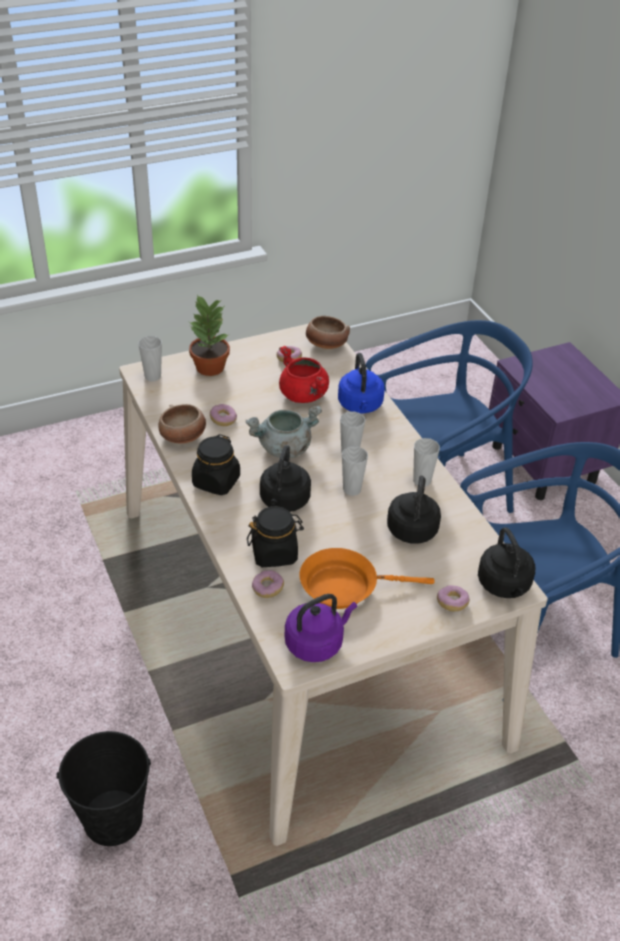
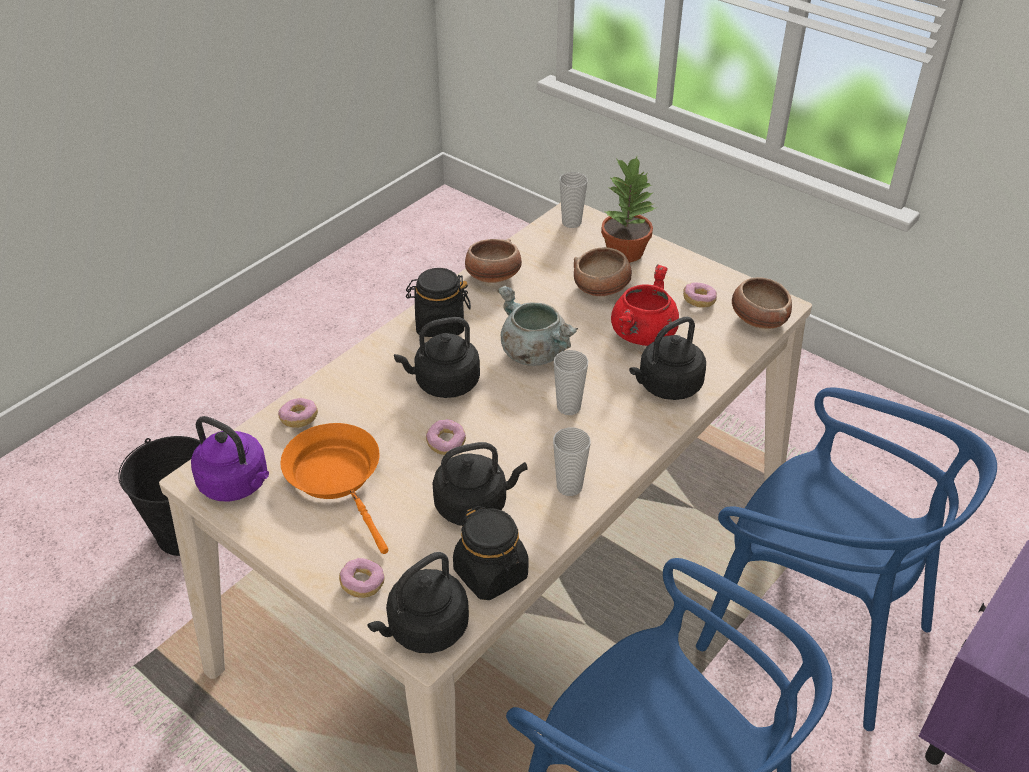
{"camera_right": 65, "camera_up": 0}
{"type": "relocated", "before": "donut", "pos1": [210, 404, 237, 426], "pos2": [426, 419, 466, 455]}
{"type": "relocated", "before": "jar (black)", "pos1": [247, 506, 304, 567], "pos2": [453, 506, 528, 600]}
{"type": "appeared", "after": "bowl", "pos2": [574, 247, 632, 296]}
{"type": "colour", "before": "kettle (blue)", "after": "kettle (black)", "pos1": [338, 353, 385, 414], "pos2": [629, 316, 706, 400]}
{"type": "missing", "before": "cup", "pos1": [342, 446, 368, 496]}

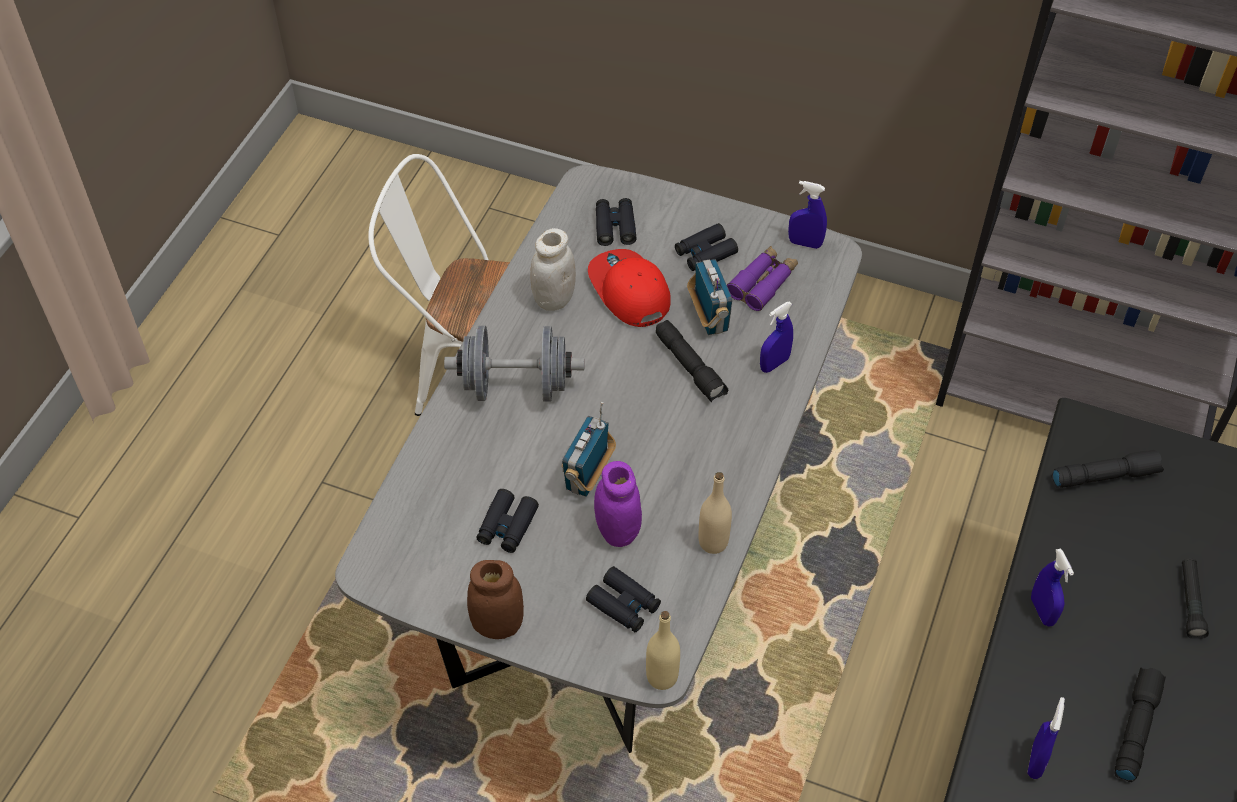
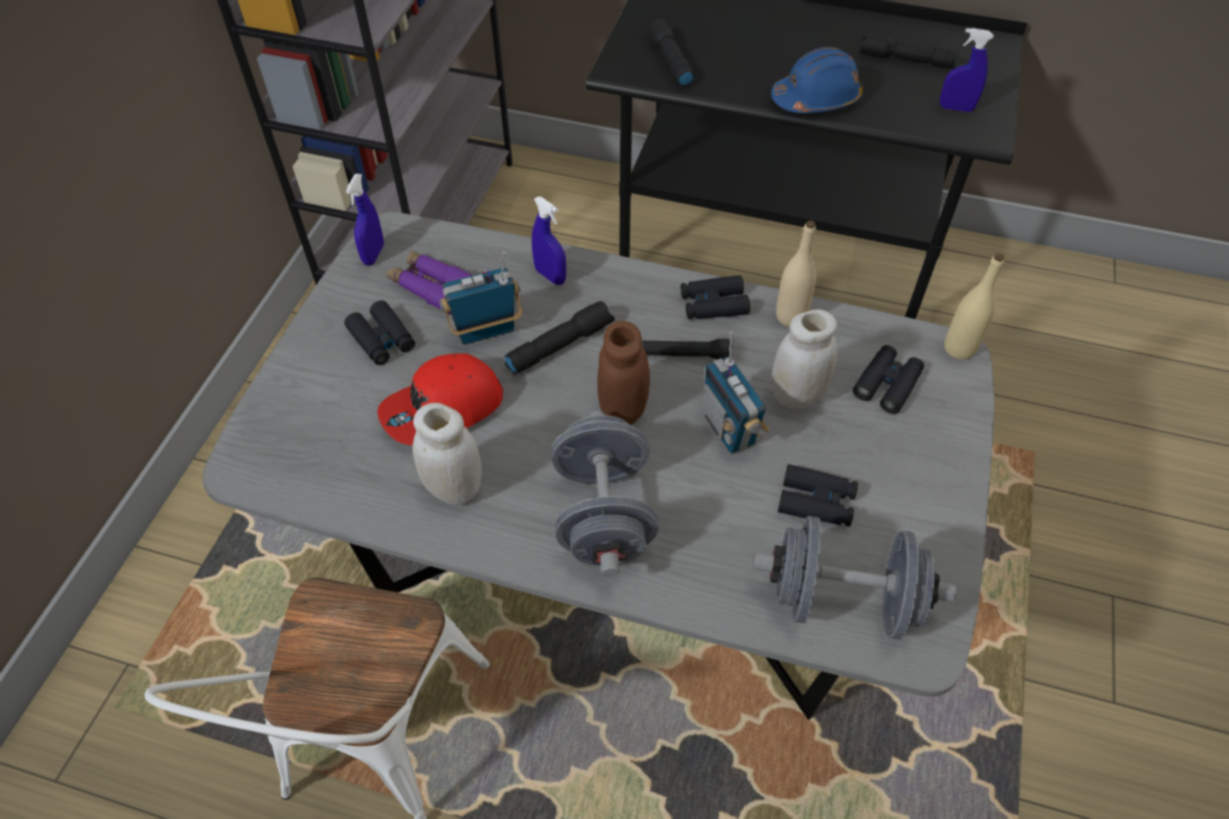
{"camera_right": -95, "camera_up": 0}
{"type": "relocated", "before": "jar (brown)", "pos1": [467, 560, 524, 639], "pos2": [597, 321, 650, 425]}
{"type": "relocated", "before": "flashlight (black)", "pos1": [1182, 558, 1209, 639], "pos2": [642, 339, 730, 360]}
{"type": "relocated", "before": "binoculars (black)", "pos1": [596, 198, 637, 246], "pos2": [681, 275, 750, 319]}
{"type": "spun", "before": "radio", "pos1": [561, 402, 616, 497], "pos2": [703, 332, 770, 454], "turn": 45}
{"type": "appeared", "after": "dumbbell (grey)", "pos2": [753, 516, 956, 640]}
{"type": "exchanged", "before": "spray bottle (blue)", "after": "hard hat (blue)", "pos1": [1031, 548, 1074, 627], "pos2": [771, 47, 863, 113]}
{"type": "colour", "before": "jar (purple)", "after": "jar (white)", "pos1": [594, 461, 642, 547], "pos2": [771, 309, 837, 409]}

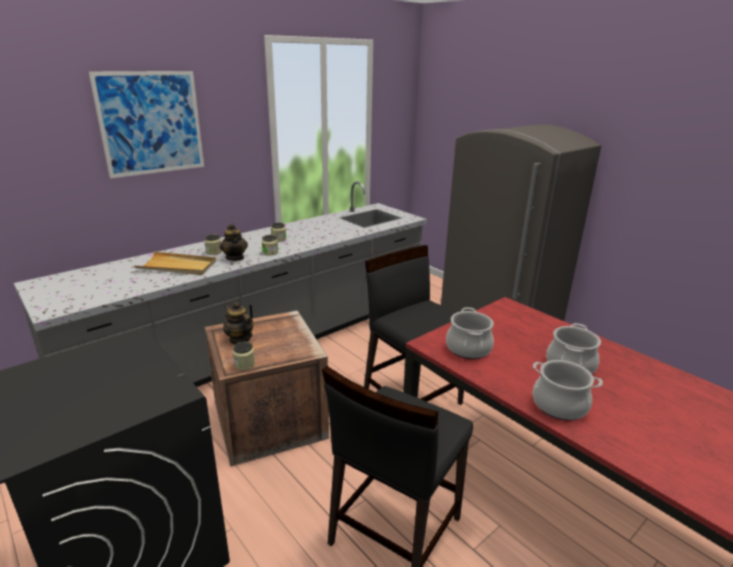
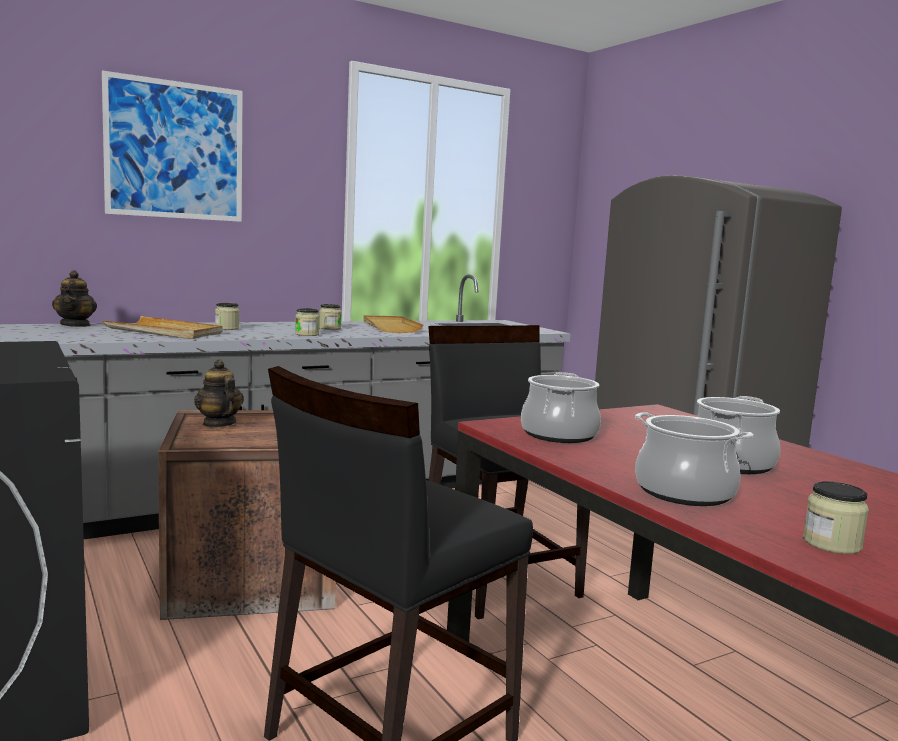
{"camera_right": 10, "camera_up": -15}
{"type": "relocated", "before": "teapot", "pos1": [220, 224, 248, 261], "pos2": [52, 270, 97, 327]}
{"type": "appeared", "after": "tray (beige)", "pos2": [363, 315, 424, 333]}
{"type": "relocated", "before": "jar", "pos1": [233, 342, 255, 370], "pos2": [803, 481, 869, 554]}

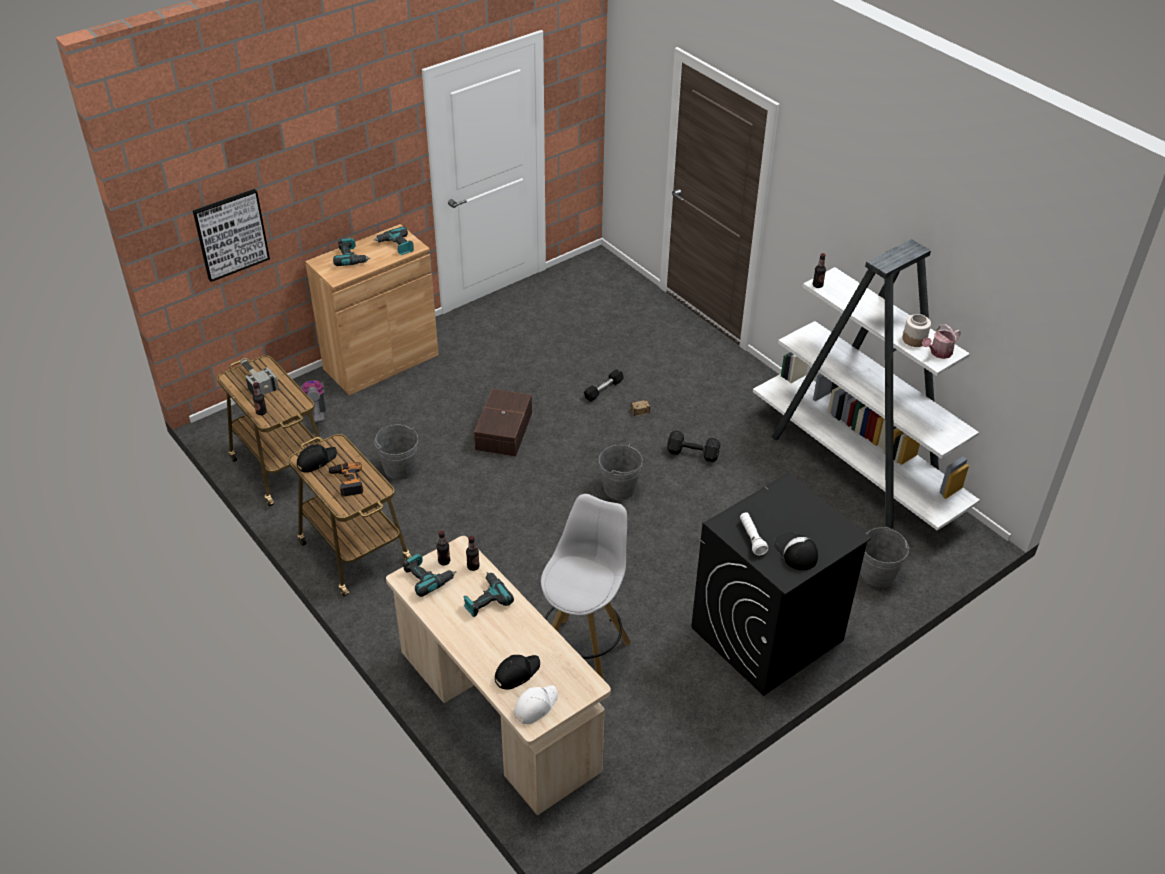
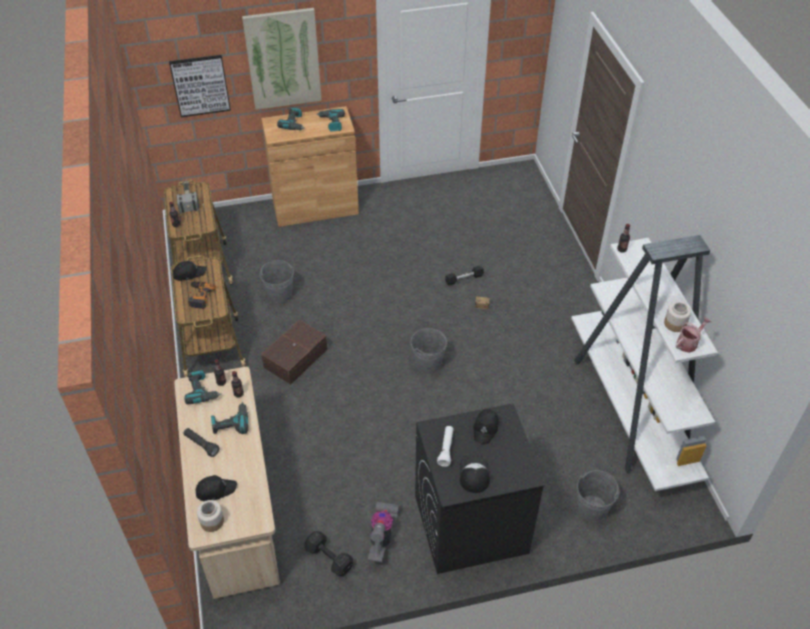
{"camera_right": 25, "camera_up": 5}
{"type": "appeared", "after": "flashlight (black)", "pos2": [183, 428, 220, 457]}
{"type": "exchanged", "before": "cap (white)", "after": "jar", "pos1": [514, 685, 558, 724], "pos2": [197, 500, 224, 532]}
{"type": "appeared", "after": "picture", "pos2": [242, 8, 322, 110]}
{"type": "relocated", "before": "storage box (brown)", "pos1": [474, 389, 532, 457], "pos2": [261, 320, 327, 385]}
{"type": "relocated", "before": "dumbbell (black)", "pos1": [667, 430, 720, 462], "pos2": [304, 531, 354, 576]}
{"type": "relocated", "before": "vacuum cleaner", "pos1": [301, 380, 326, 423], "pos2": [368, 502, 399, 563]}
{"type": "appeared", "after": "cap (black)", "pos2": [473, 409, 498, 444]}
{"type": "spun", "before": "watering can", "pos1": [922, 324, 961, 359], "pos2": [676, 317, 711, 353], "turn": 150}
{"type": "missing", "before": "stool (white)", "pos1": [541, 494, 631, 680]}

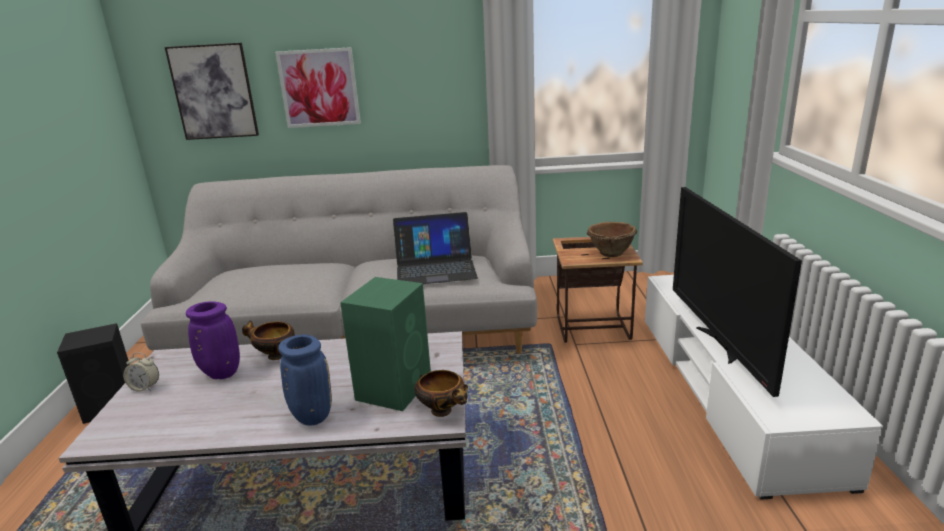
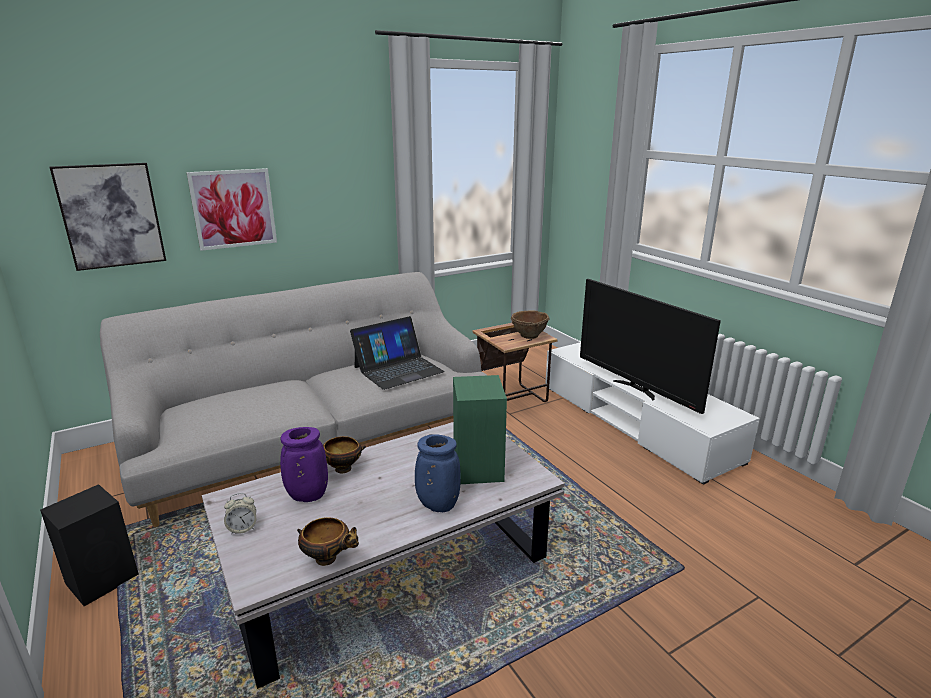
{"camera_right": -30, "camera_up": 0}
{"type": "relocated", "before": "bowl", "pos1": [414, 370, 468, 417], "pos2": [297, 517, 359, 566]}

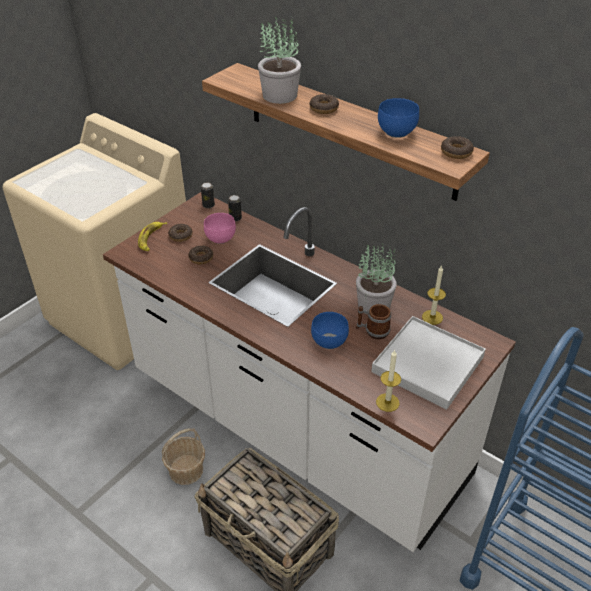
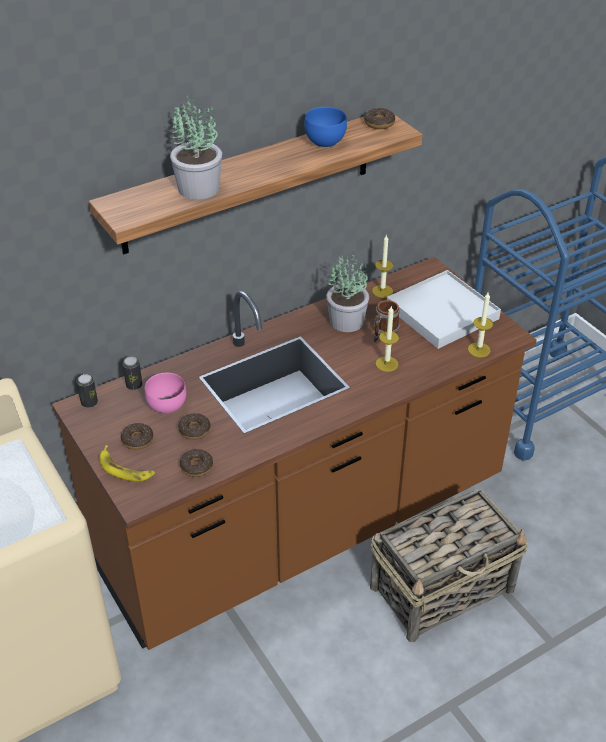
{"camera_right": -70, "camera_up": 0}
{"type": "colour", "before": "counter (white)", "after": "counter (brown)", "pos1": [103, 192, 516, 552], "pos2": [52, 257, 537, 650]}
{"type": "relocated", "before": "donut", "pos1": [310, 94, 339, 114], "pos2": [180, 449, 213, 477]}
{"type": "exchanged", "before": "bowl (blue)", "after": "candle", "pos1": [311, 312, 349, 349], "pos2": [376, 305, 399, 372]}
{"type": "missing", "before": "basket", "pos1": [162, 428, 205, 485]}

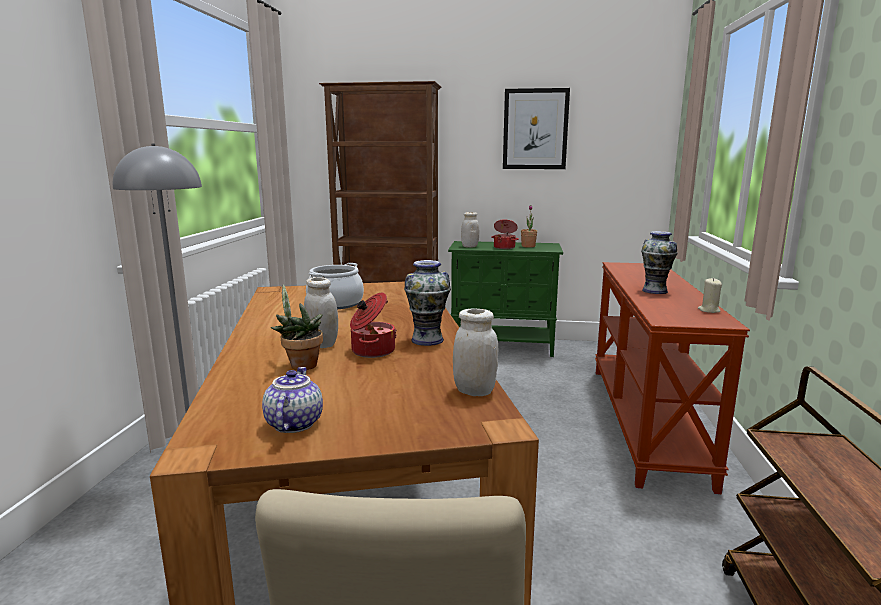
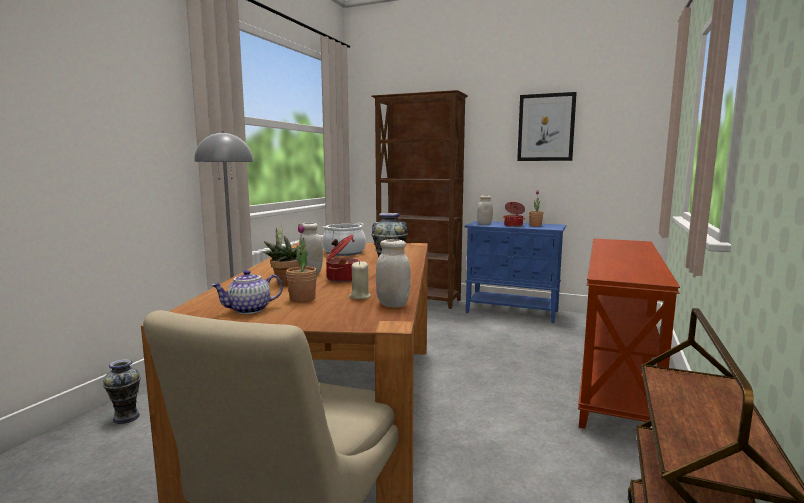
{"camera_right": 15, "camera_up": -5}
{"type": "relocated", "before": "vase", "pos1": [641, 231, 678, 294], "pos2": [103, 359, 141, 424]}
{"type": "spun", "before": "teapot", "pos1": [262, 367, 323, 433], "pos2": [211, 270, 283, 314], "turn": -135}
{"type": "appeared", "after": "potted plant", "pos2": [286, 224, 317, 302]}
{"type": "relocated", "before": "candle (beige)", "pos1": [698, 278, 722, 313], "pos2": [349, 261, 371, 299]}
{"type": "colour", "before": "cabinet (green)", "after": "cabinet (blue)", "pos1": [448, 241, 563, 357], "pos2": [465, 221, 566, 323]}

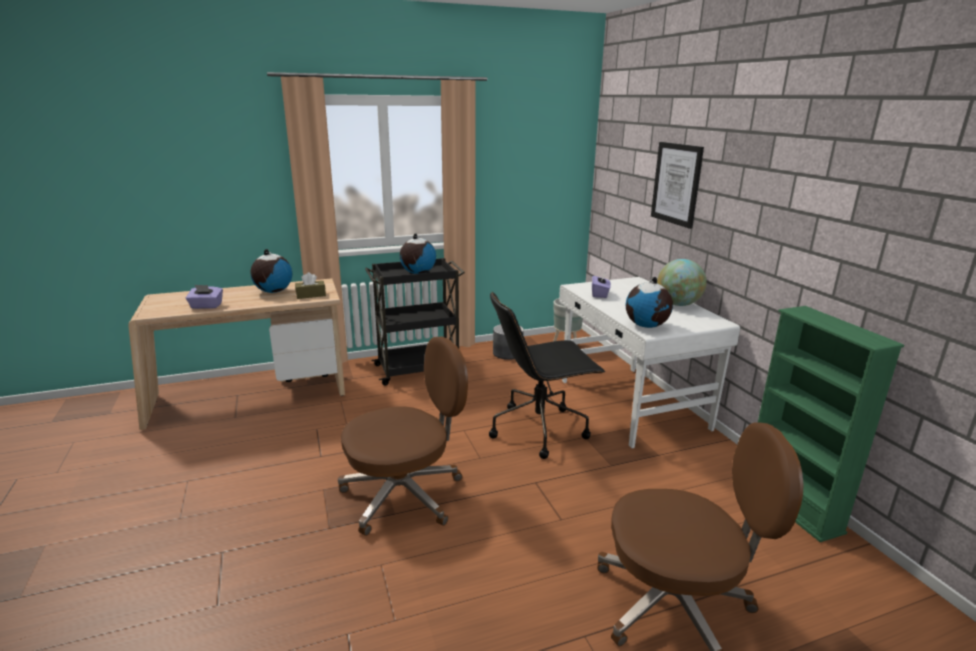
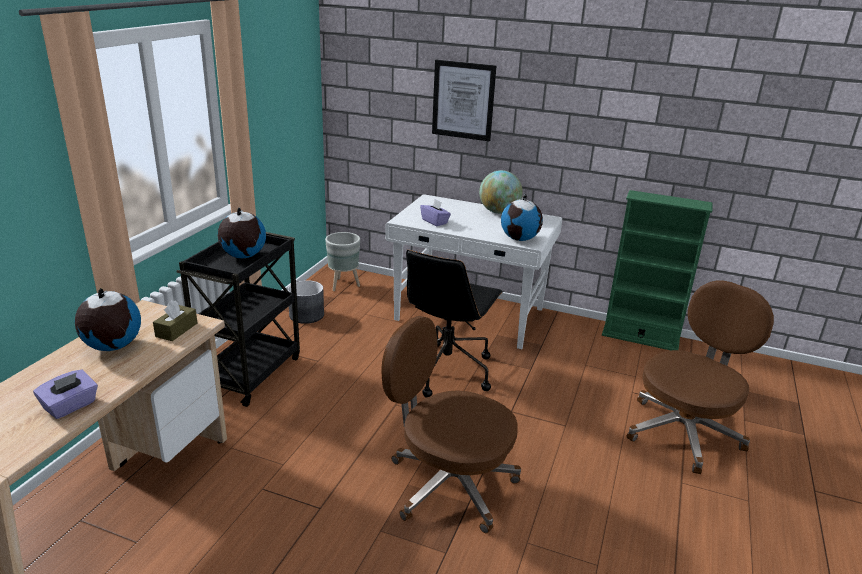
{"camera_right": -50, "camera_up": 5}
{"type": "spun", "before": "office chair (brown)", "pos1": [338, 337, 468, 536], "pos2": [381, 316, 521, 534], "turn": -75}

